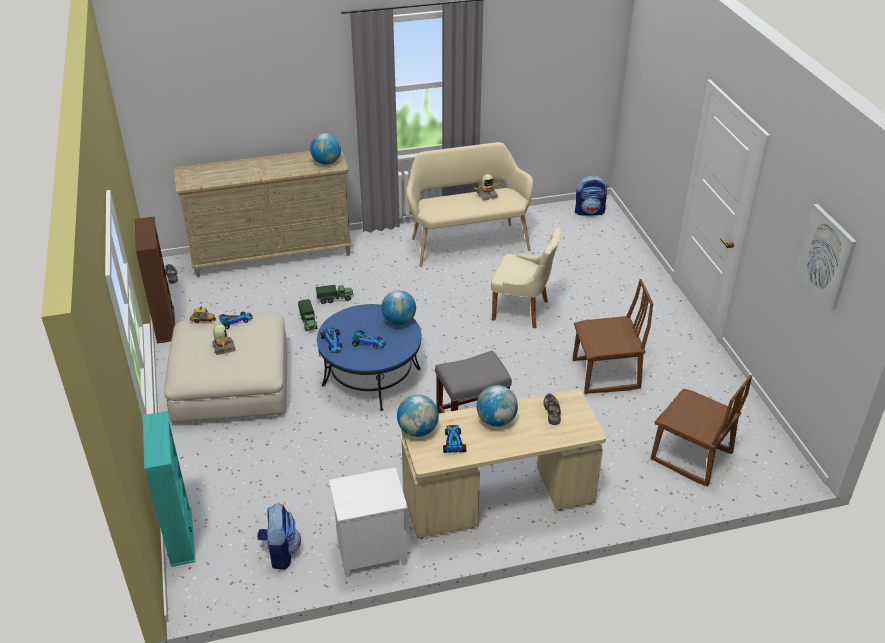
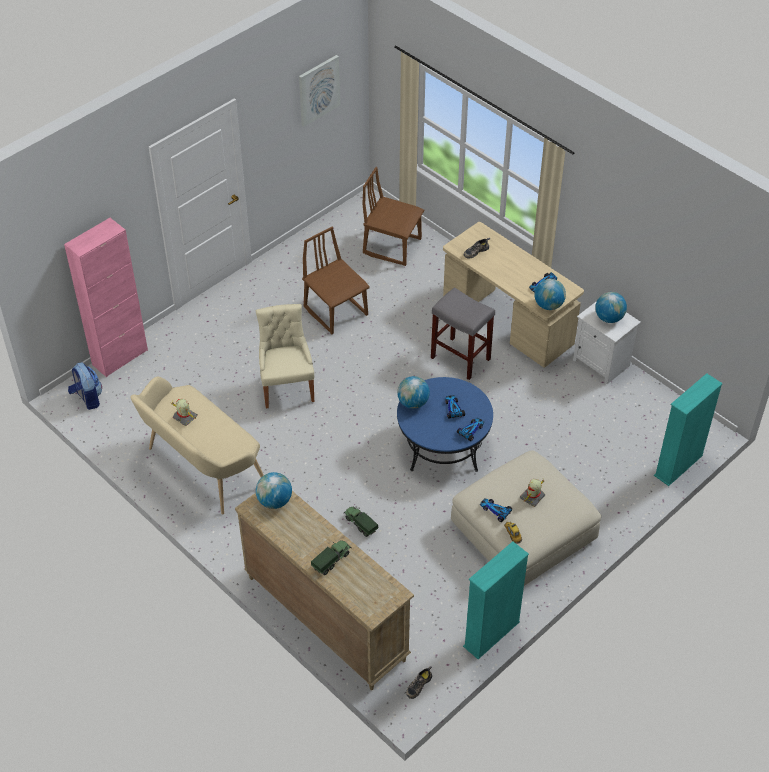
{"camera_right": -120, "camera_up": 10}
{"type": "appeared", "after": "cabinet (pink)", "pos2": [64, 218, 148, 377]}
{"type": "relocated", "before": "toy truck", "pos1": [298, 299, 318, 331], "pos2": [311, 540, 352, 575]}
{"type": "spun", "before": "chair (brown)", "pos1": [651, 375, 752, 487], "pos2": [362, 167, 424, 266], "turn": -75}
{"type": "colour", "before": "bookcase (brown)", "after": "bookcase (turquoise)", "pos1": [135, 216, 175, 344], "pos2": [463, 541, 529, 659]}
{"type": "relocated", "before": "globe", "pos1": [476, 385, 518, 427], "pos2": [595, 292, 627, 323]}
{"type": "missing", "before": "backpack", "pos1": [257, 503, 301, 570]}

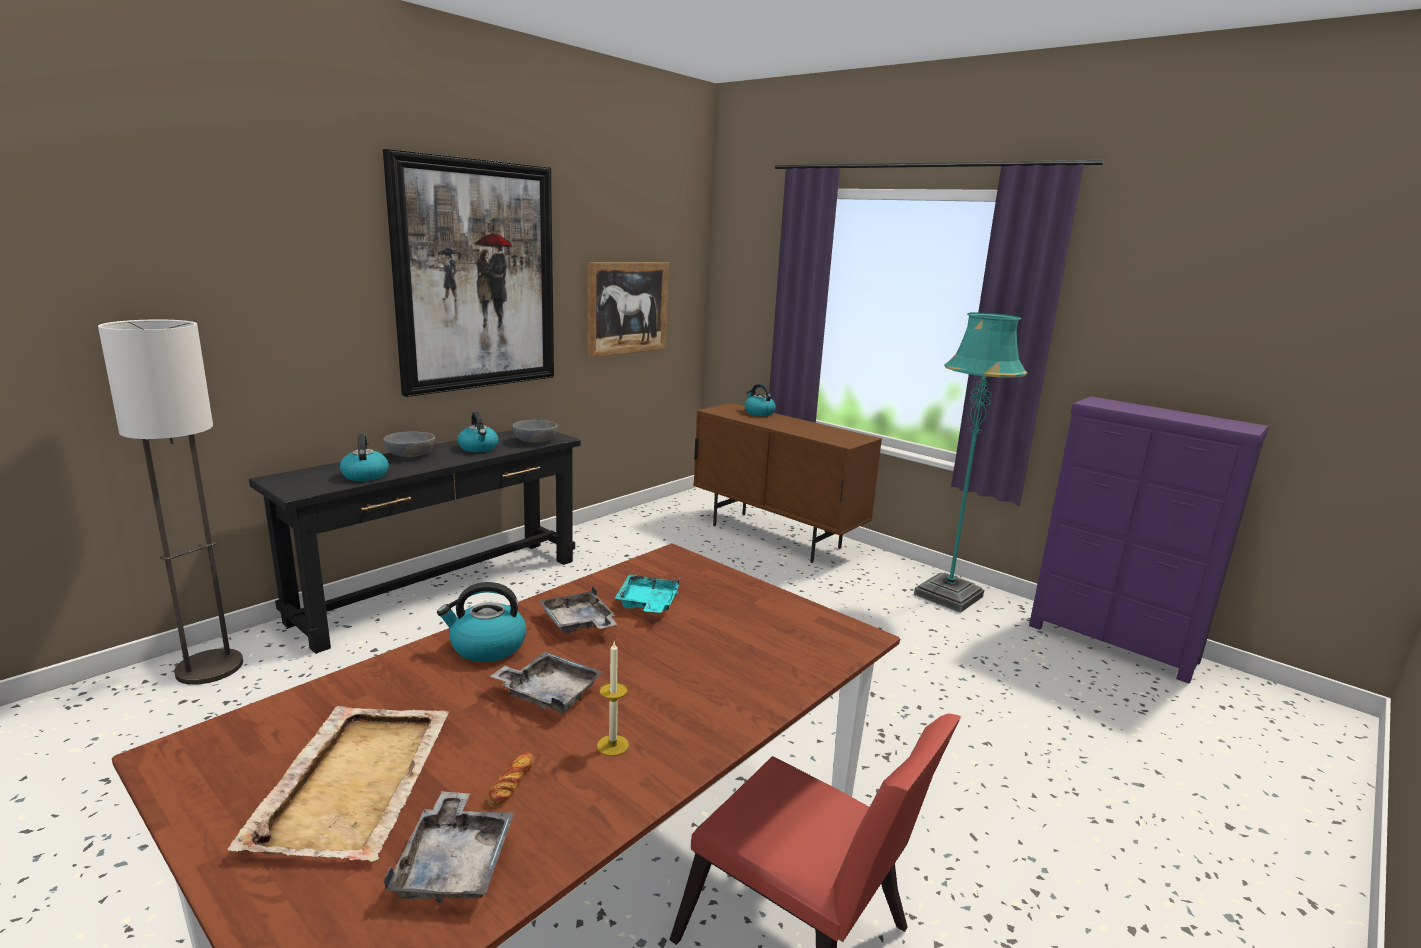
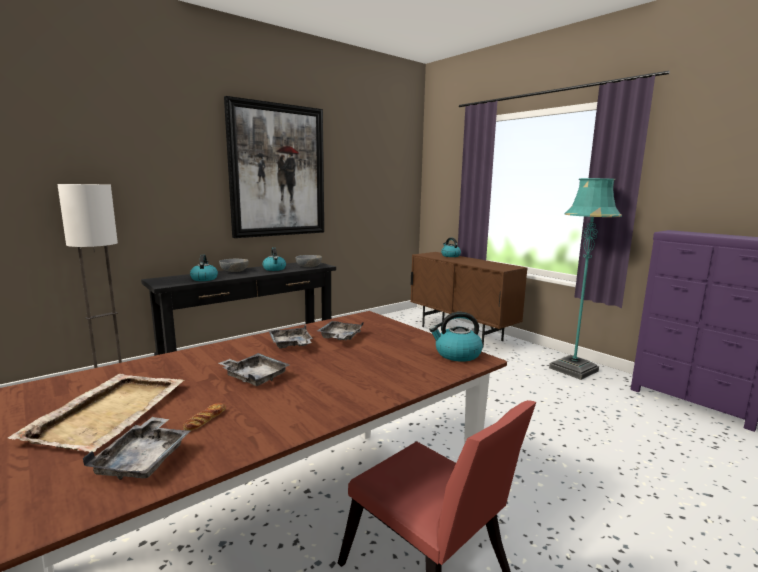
{"camera_right": 10, "camera_up": -5}
{"type": "colour", "before": "tray (turquoise)", "after": "tray (grey)", "pos1": [614, 574, 680, 613], "pos2": [317, 321, 364, 340]}
{"type": "relocated", "before": "kettle", "pos1": [437, 582, 526, 662], "pos2": [429, 312, 483, 362]}
{"type": "missing", "before": "picture", "pos1": [588, 262, 669, 358]}
{"type": "missing", "before": "candle", "pos1": [597, 642, 629, 756]}

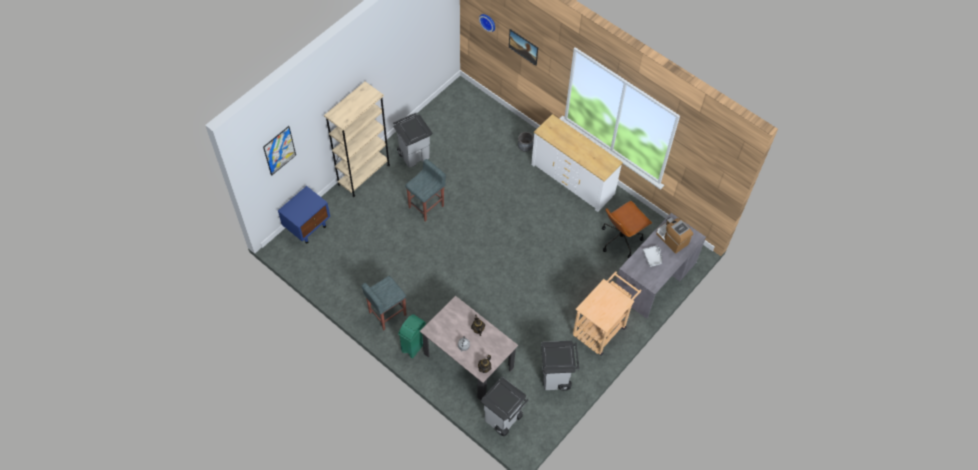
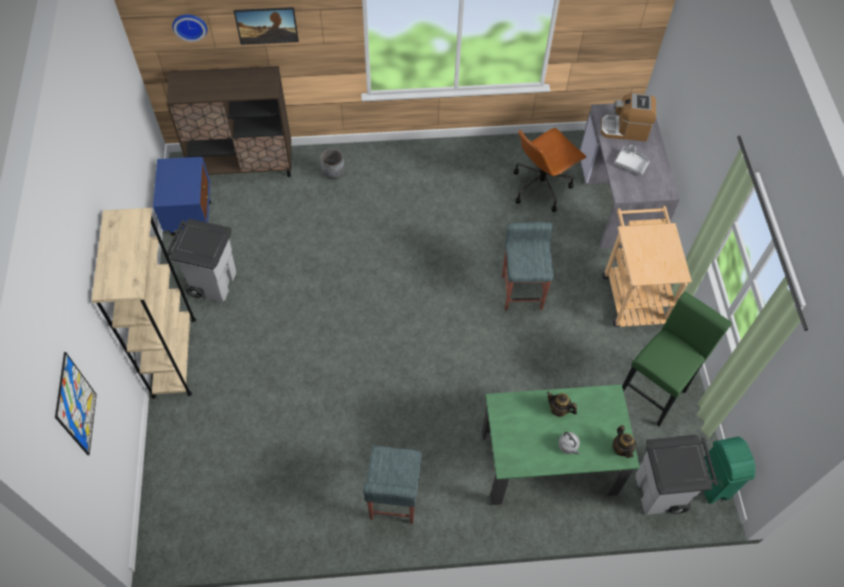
{"camera_right": -45, "camera_up": 0}
{"type": "relocated", "before": "nightstand (blue)", "pos1": [278, 186, 330, 244], "pos2": [153, 157, 211, 236]}
{"type": "appeared", "after": "cabinet (brown)", "pos2": [166, 66, 292, 177]}
{"type": "colour", "before": "dining table (beige)", "after": "dining table (green)", "pos1": [420, 296, 518, 401], "pos2": [482, 384, 640, 505]}
{"type": "relocated", "before": "stool (grey)", "pos1": [405, 159, 446, 222], "pos2": [502, 222, 553, 311]}
{"type": "spun", "before": "office chair (brown)", "pos1": [602, 201, 652, 258], "pos2": [513, 128, 587, 212], "turn": 45}
{"type": "exchanged", "before": "trash can (grey)", "after": "stool (green)", "pos1": [541, 341, 579, 391], "pos2": [622, 291, 732, 426]}
{"type": "relocated", "before": "trash can (green)", "pos1": [398, 314, 426, 358], "pos2": [704, 436, 755, 504]}
{"type": "missing", "before": "dresser (white)", "pos1": [531, 114, 623, 212]}

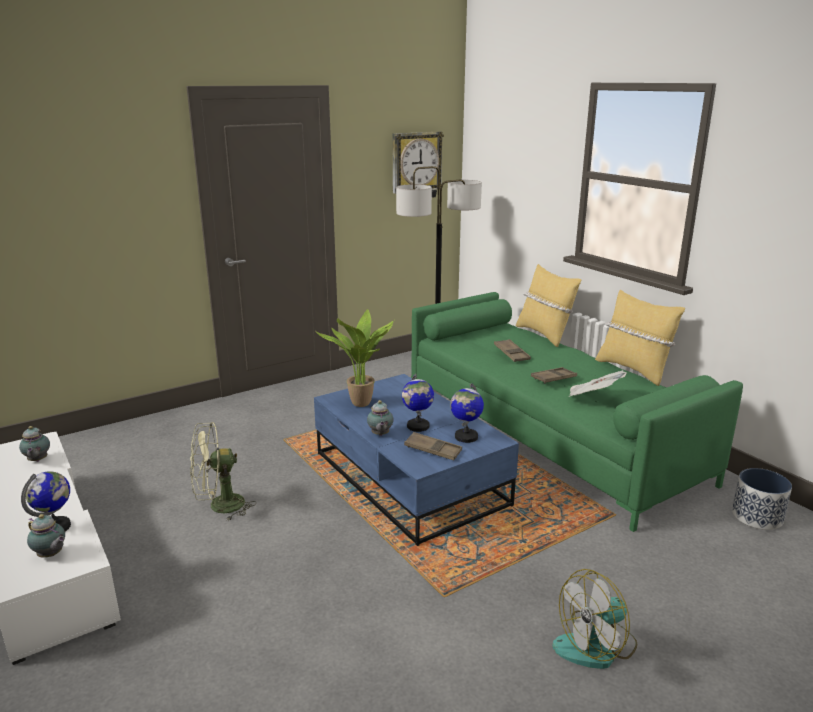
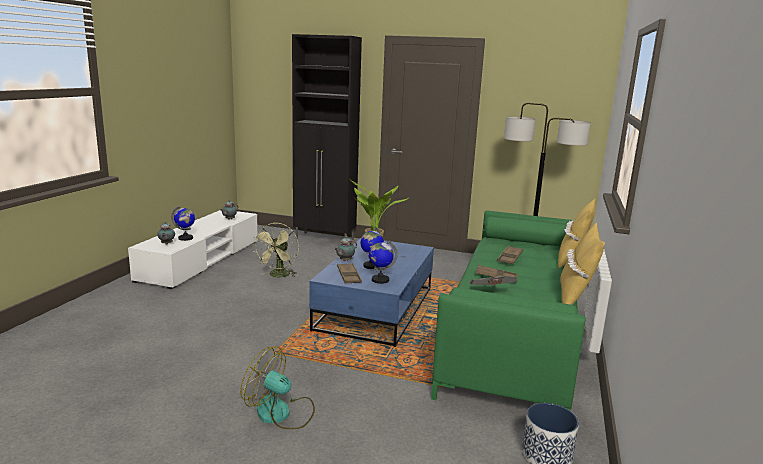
{"camera_right": 50, "camera_up": -5}
{"type": "spun", "before": "fan (green)", "pos1": [190, 422, 256, 521], "pos2": [254, 223, 299, 277], "turn": -105}
{"type": "appeared", "after": "cabinet (black)", "pos2": [292, 34, 362, 240]}
{"type": "missing", "before": "wall clock", "pos1": [392, 131, 444, 197]}

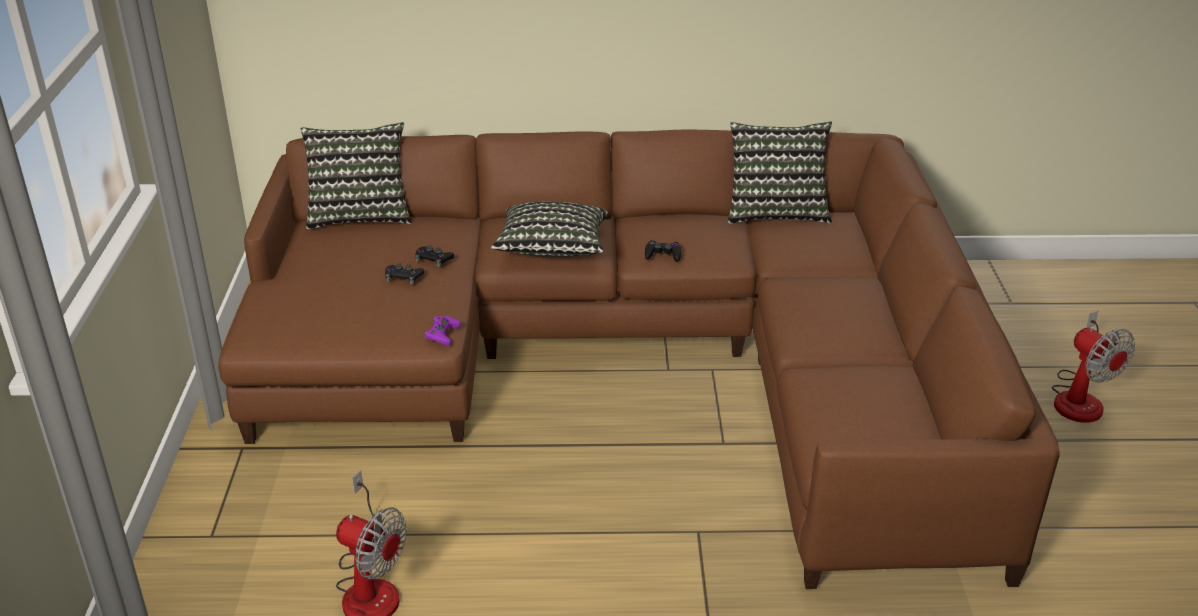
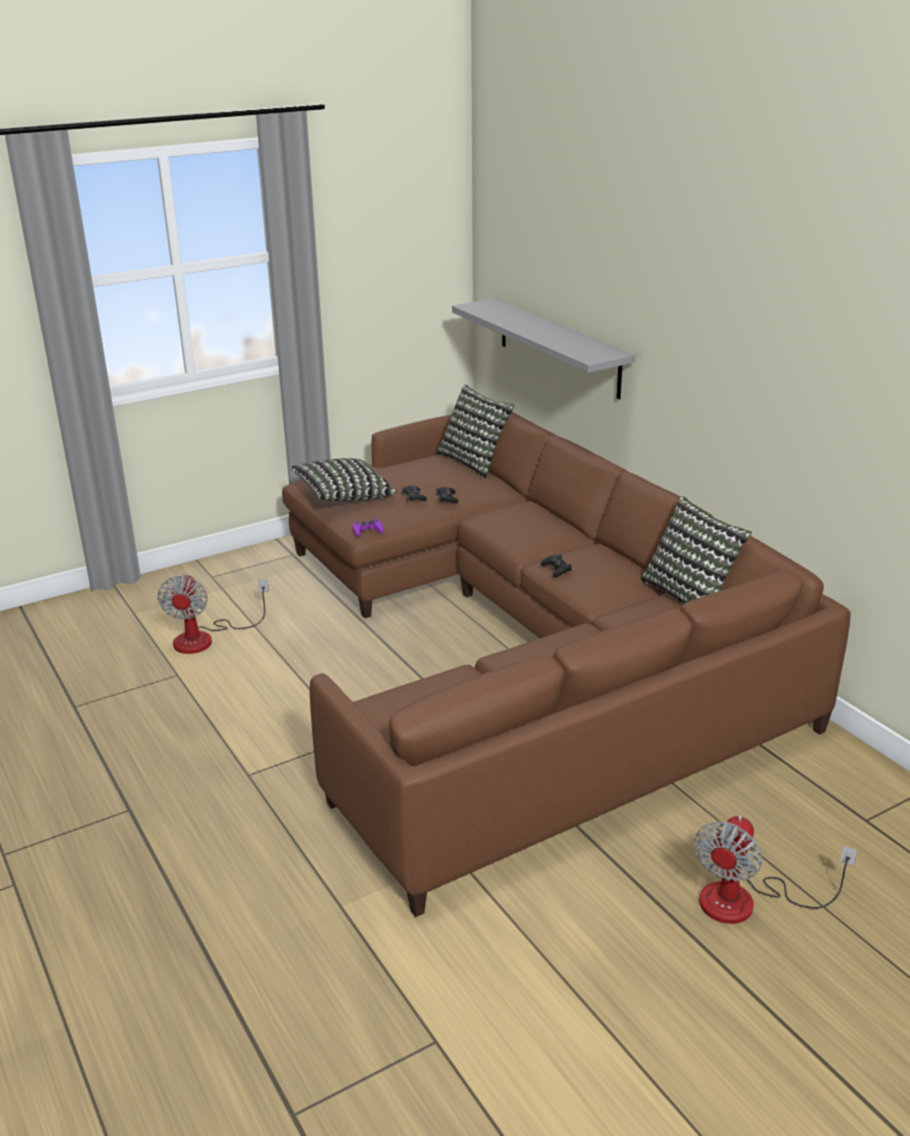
{"camera_right": 60, "camera_up": -5}
{"type": "relocated", "before": "pillow", "pos1": [491, 201, 608, 257], "pos2": [290, 458, 397, 501]}
{"type": "appeared", "after": "shelf (grey)", "pos2": [452, 298, 635, 399]}

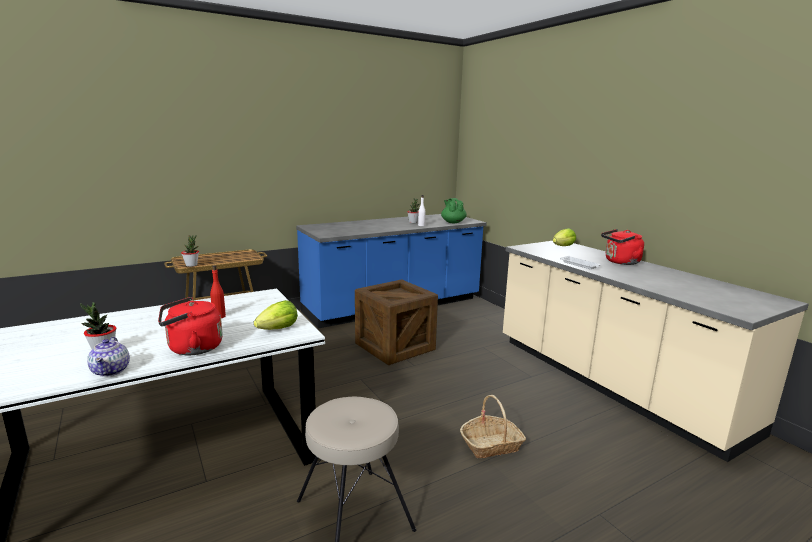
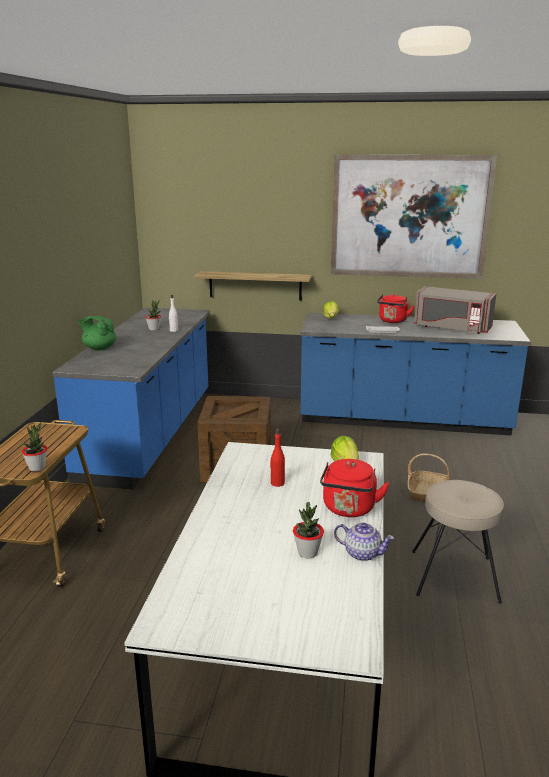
{"camera_right": -50, "camera_up": 5}
{"type": "relocated", "before": "teapot (green)", "pos1": [441, 198, 467, 223], "pos2": [78, 316, 117, 350]}
{"type": "appeared", "after": "shelf", "pos2": [194, 271, 312, 301]}
{"type": "colour", "before": "counter (beige)", "after": "counter (blue)", "pos1": [503, 241, 809, 462], "pos2": [301, 312, 531, 435]}
{"type": "appeared", "after": "picture", "pos2": [331, 155, 497, 279]}
{"type": "appeared", "after": "microwave (grey)", "pos2": [414, 286, 496, 334]}

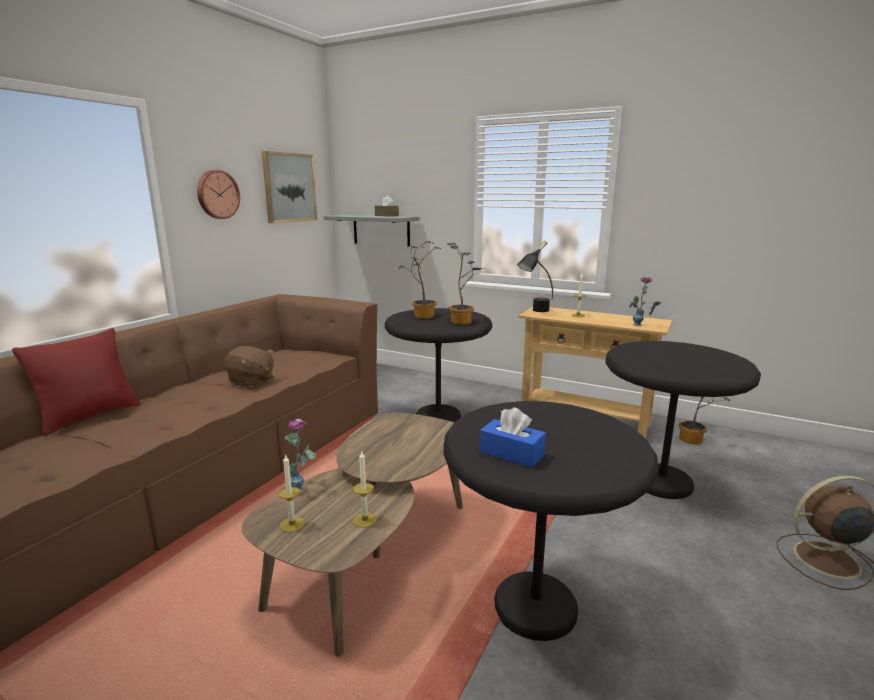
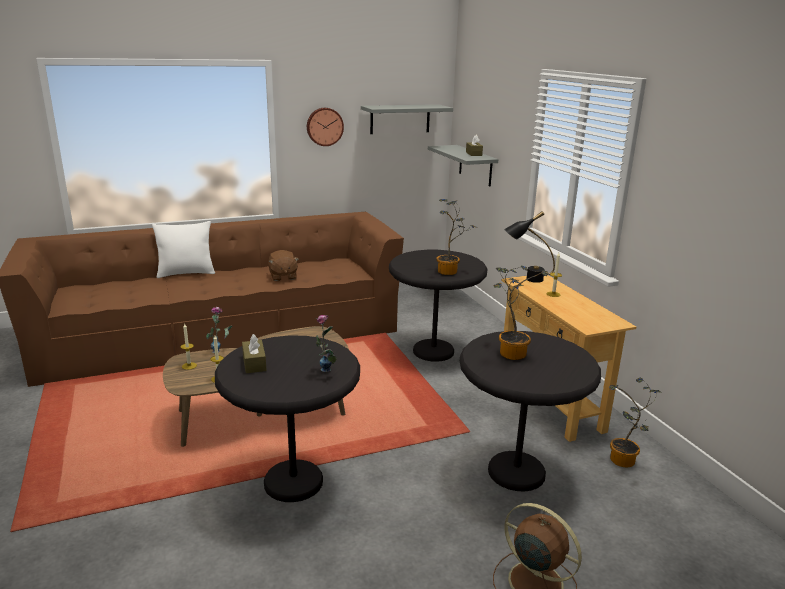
{"camera_right": 40, "camera_up": 5}
{"type": "colour", "before": "pillow (red)", "after": "pillow (white)", "pos1": [12, 328, 141, 436], "pos2": [152, 221, 215, 278]}
{"type": "colour", "before": "tissue box (blue)", "after": "tissue box (brown)", "pos1": [480, 407, 546, 468], "pos2": [242, 334, 267, 373]}
{"type": "relocated", "before": "vase", "pos1": [629, 276, 661, 326], "pos2": [316, 315, 336, 372]}
{"type": "exchanged", "before": "picture", "after": "shelf (grey)", "pos1": [262, 151, 317, 223], "pos2": [361, 104, 453, 134]}
{"type": "relocated", "before": "potted plant", "pos1": [398, 241, 440, 319], "pos2": [494, 265, 550, 360]}

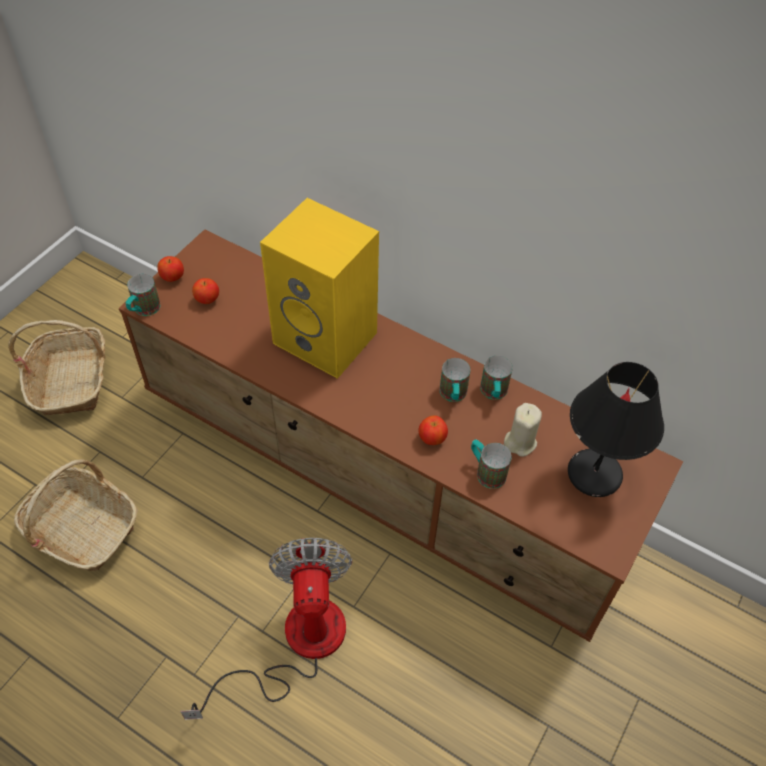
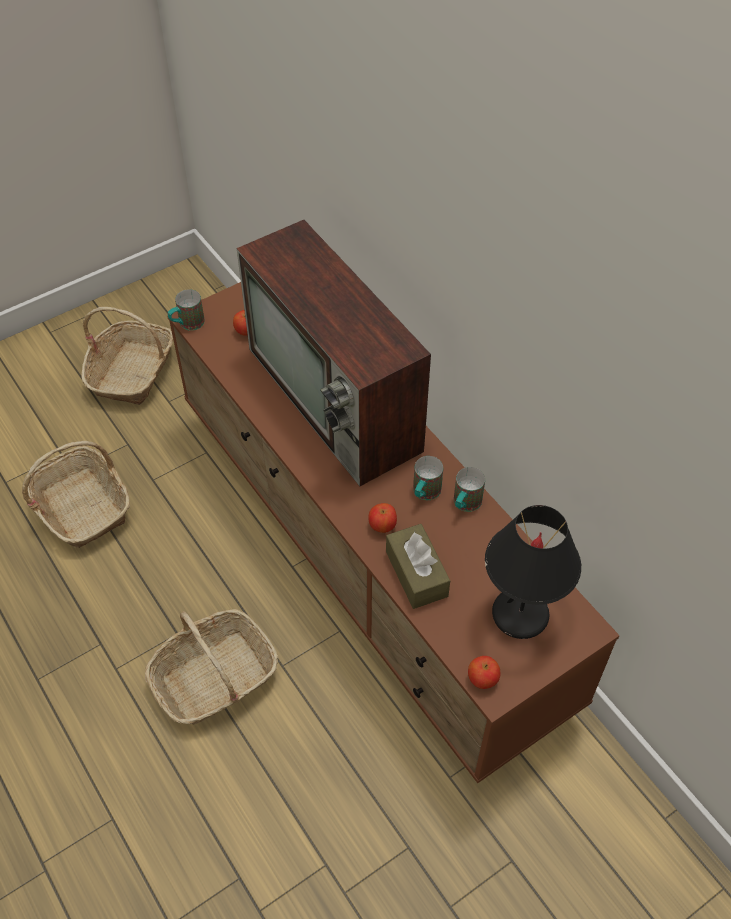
{"camera_right": 25, "camera_up": 0}
{"type": "exchanged", "before": "fan", "after": "basket", "pos1": [181, 538, 352, 720], "pos2": [145, 609, 278, 725]}
{"type": "exchanged", "before": "speaker (yellow)", "after": "television", "pos1": [260, 198, 379, 379], "pos2": [237, 220, 431, 486]}
{"type": "exchanged", "before": "mug", "after": "tissue box (brown)", "pos1": [471, 439, 512, 489], "pos2": [386, 524, 450, 609]}
{"type": "relocated", "before": "apple", "pos1": [157, 256, 184, 282], "pos2": [468, 656, 500, 689]}
{"type": "missing", "before": "candle (beige)", "pos1": [504, 403, 542, 457]}

